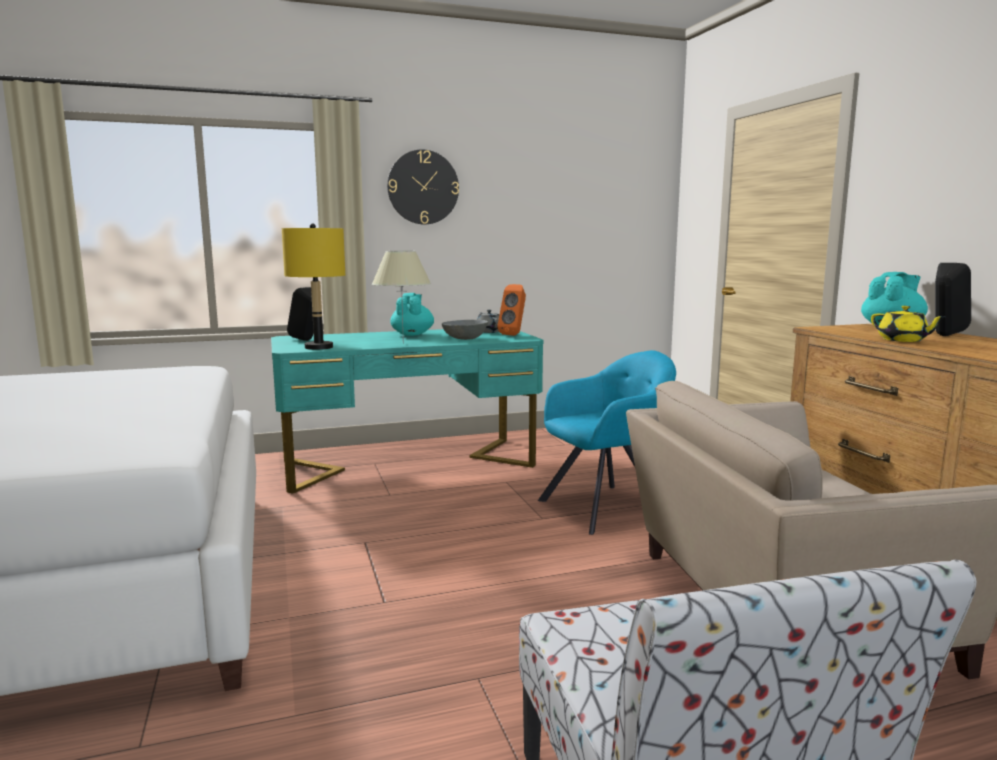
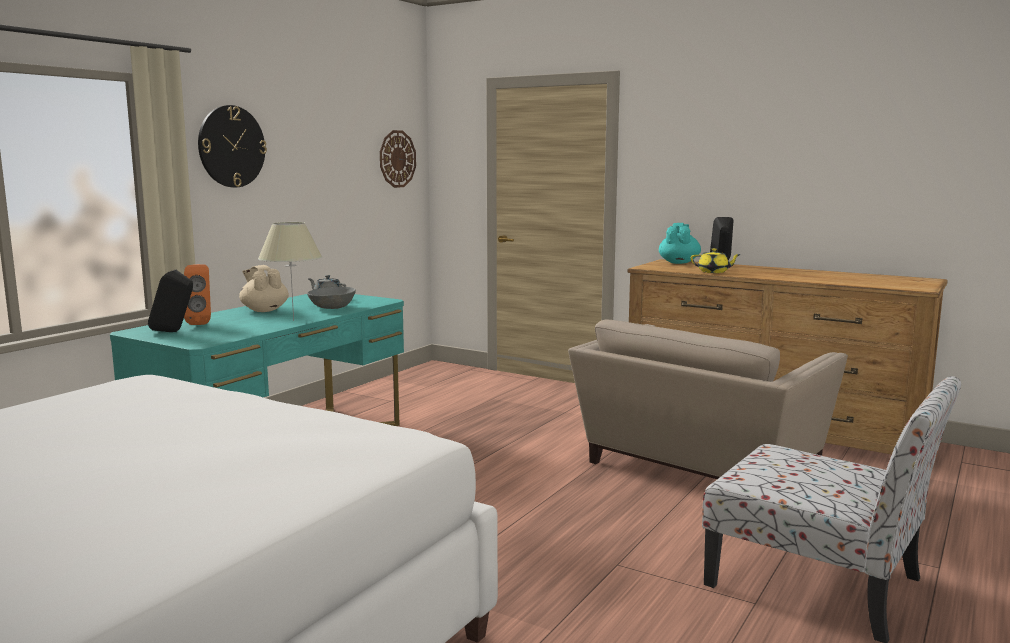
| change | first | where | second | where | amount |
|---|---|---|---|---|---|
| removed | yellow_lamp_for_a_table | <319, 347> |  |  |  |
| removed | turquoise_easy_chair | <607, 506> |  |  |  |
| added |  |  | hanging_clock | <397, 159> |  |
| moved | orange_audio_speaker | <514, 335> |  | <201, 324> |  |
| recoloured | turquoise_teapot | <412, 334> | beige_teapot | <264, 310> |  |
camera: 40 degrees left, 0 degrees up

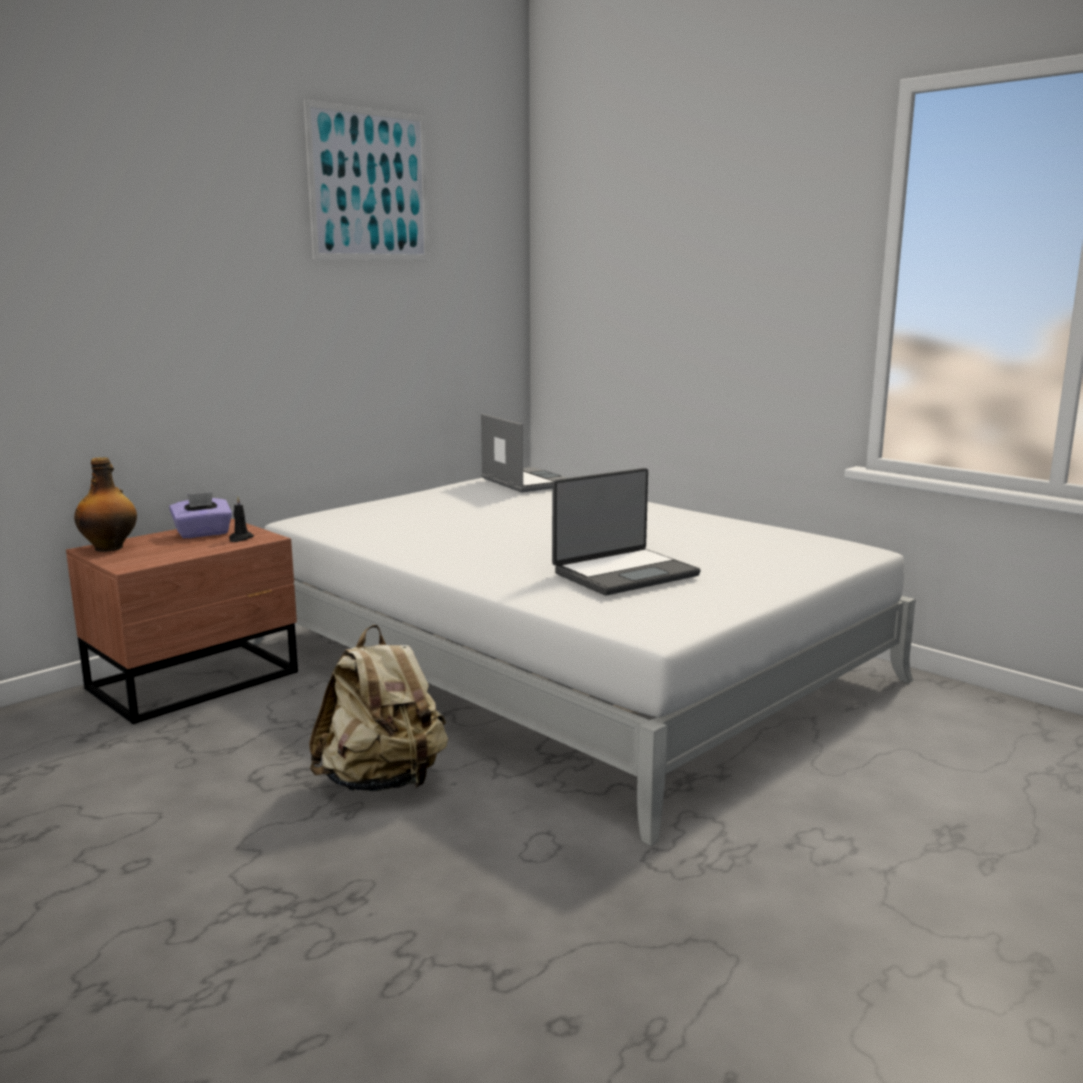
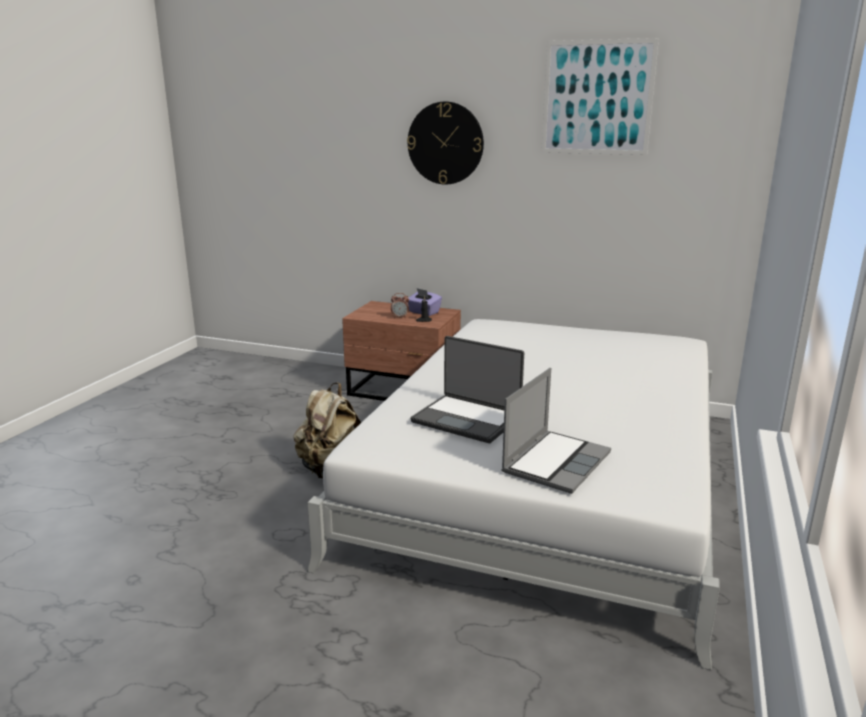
| change | first | where | second | where | amount |
|---|---|---|---|---|---|
| removed | bottle | <110, 548> |  |  |  |
| added |  |  | bedside_clock | <400, 317> |  |
| added |  |  | hanging_clock | <445, 143> |  |
| moved | laptop | <525, 482> |  | <555, 462> |  |
camera: 65 degrees right, 5 degrees up

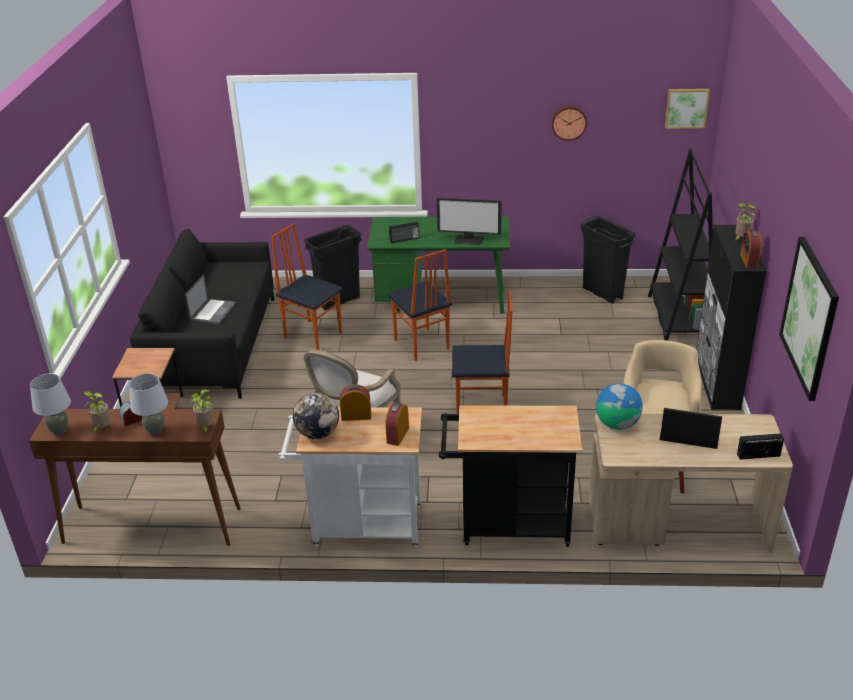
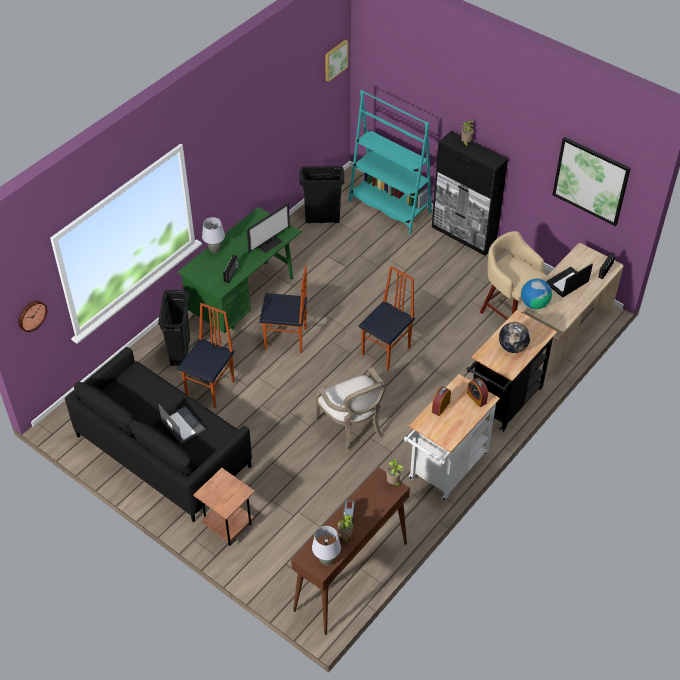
| change | first | where | second | where | amount |
|---|---|---|---|---|---|
| removed | bedside_clock | <748, 260> |  |  |  |
| moved | grey_lamp_for_a_table | <155, 431> |  | <215, 251> |  |
| moved | globe | <318, 433> |  | <512, 347> |  |
| moved | hanging_clock | <569, 122> |  | <31, 315> |  |
| recoloured | blackish_bookshelf | <680, 321> | turquoise_bookshelf | <390, 207> |  |
| turned | plain_chair | <313, 335> |  | <211, 388> | 135 degrees clockwise |
camera: 55 degrees left, 15 degrees up

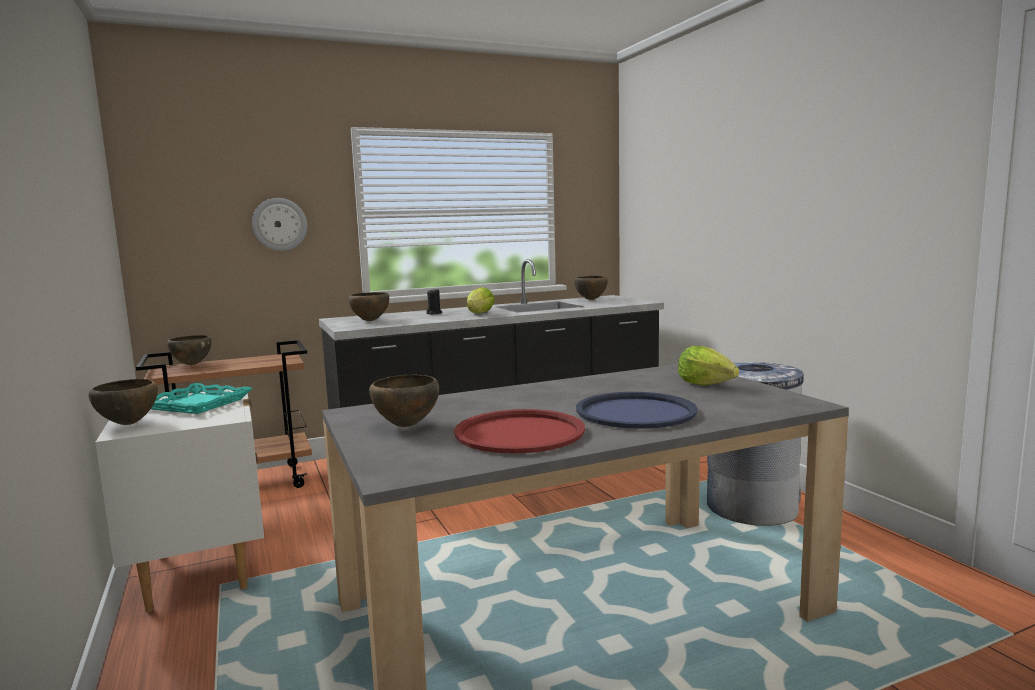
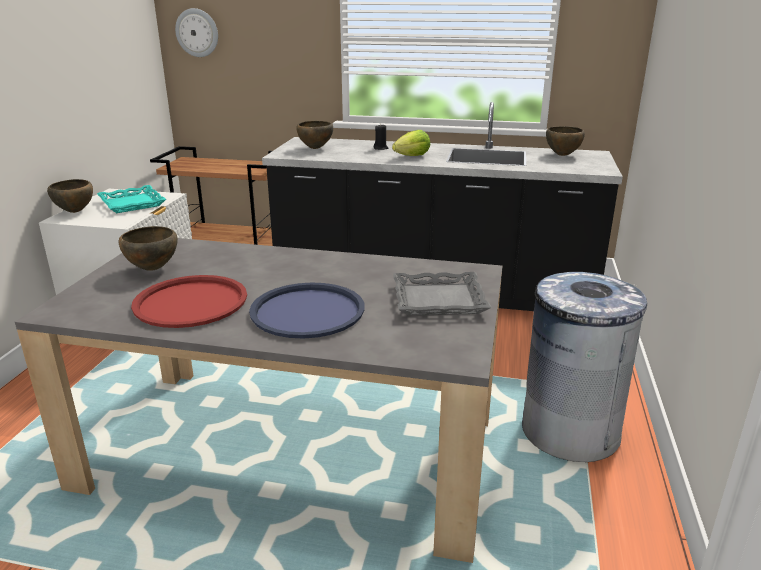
| change | first | where | second | where | amount |
|---|---|---|---|---|---|
| removed | brown-coloured_deep_dish | <191, 364> |  |  |  |
| moved | hanging_clock | <279, 224> |  | <197, 33> |  |
| replaced | lettuce | <705, 384> | grey_serving_tray | <439, 300> |  |
camera: 35 degrees right, 15 degrees up

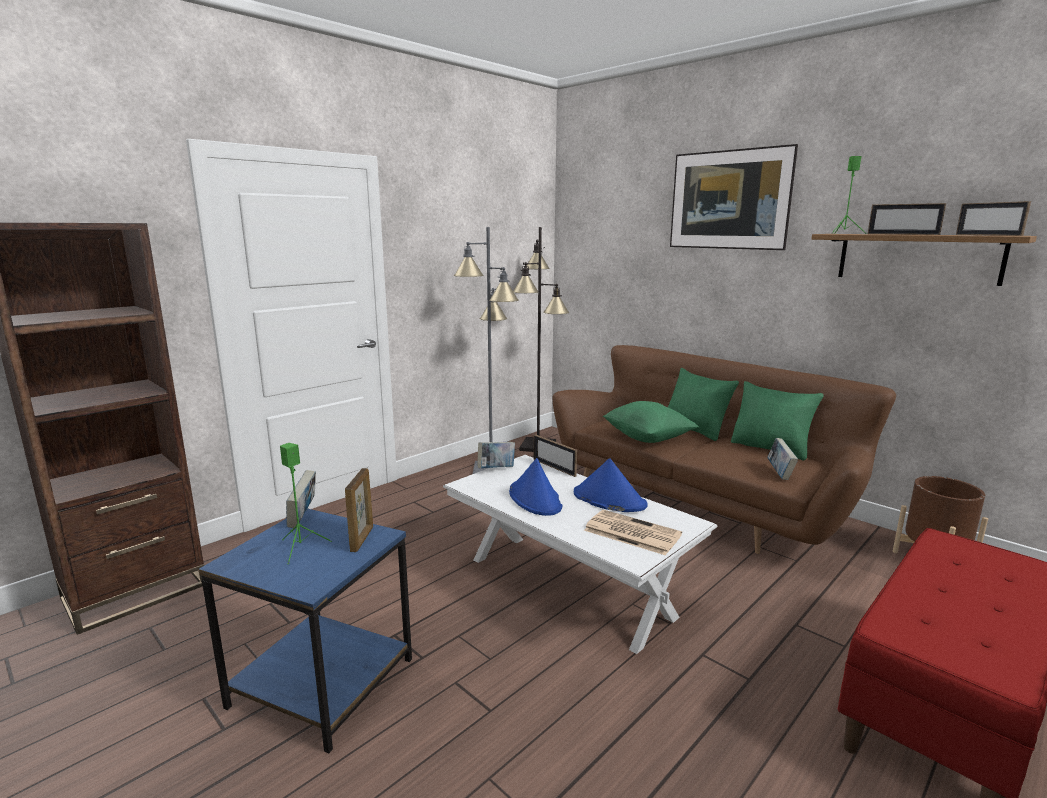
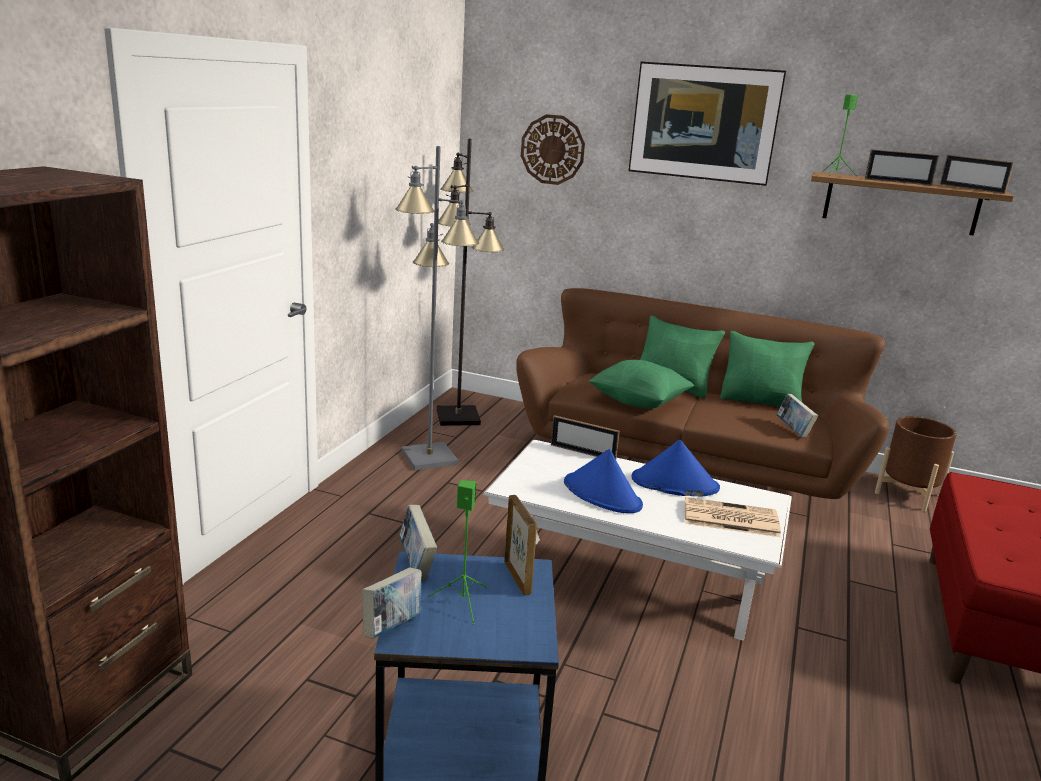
| change | first | where | second | where | amount |
|---|---|---|---|---|---|
| added |  |  | hanging_clock | <552, 149> |  |
| moved | bound_book | <496, 469> |  | <392, 626> |  |
camera: 25 degrees left, 5 degrees up

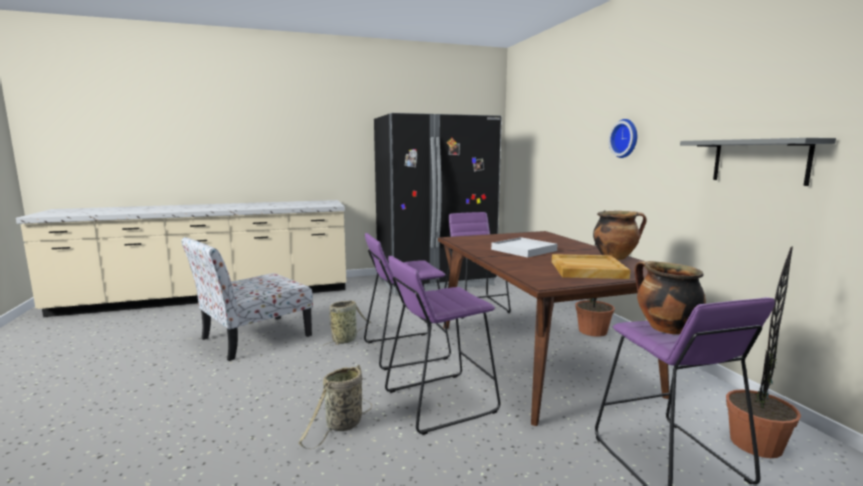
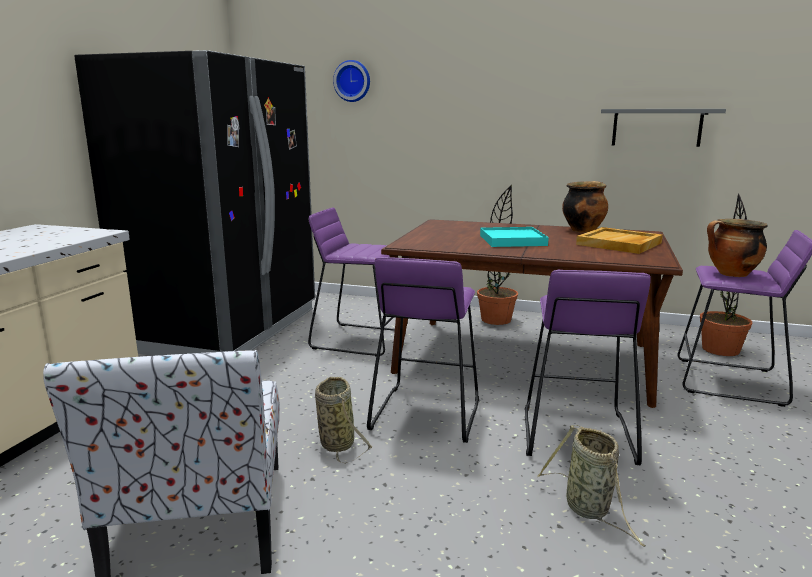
| change | first | where | second | where | amount |
|---|---|---|---|---|---|
| moved | hanging_clock | <625, 138> |  | <352, 81> |  |
| recoloured | white-coloured_serving_tray | <523, 250> | turquoise_serving_tray | <512, 240> |  |
camera: 55 degrees left, 5 degrees up

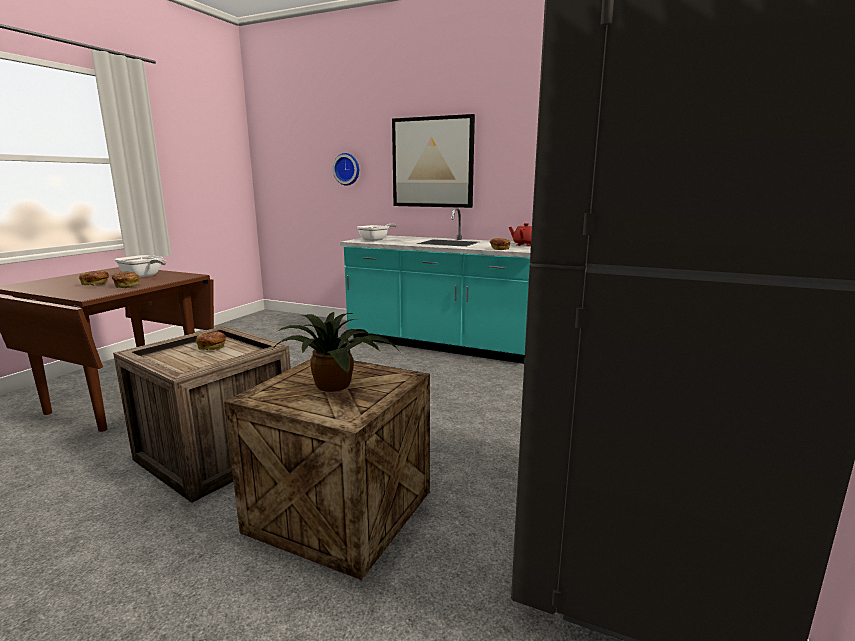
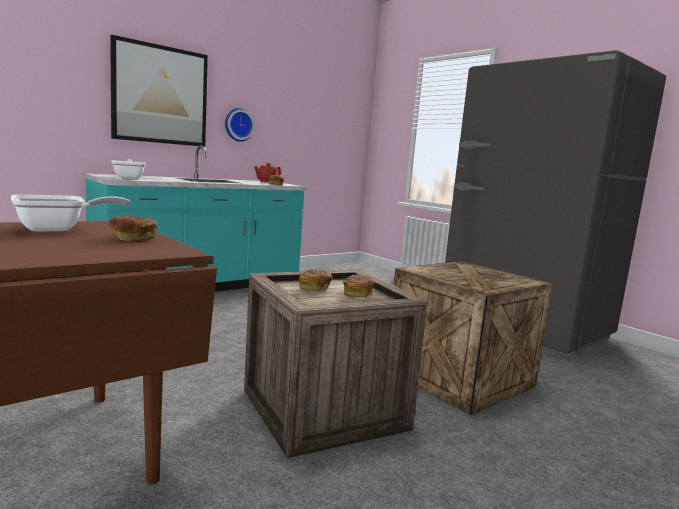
| change | first | where | second | where | amount |
|---|---|---|---|---|---|
| removed | potted_plant | <336, 384> |  |  |  |
| moved | baked_bread | <96, 284> |  | <358, 294> |  |
| moved | hanging_clock | <347, 169> |  | <238, 124> |  |
camera: 65 degrees left, 5 degrees down

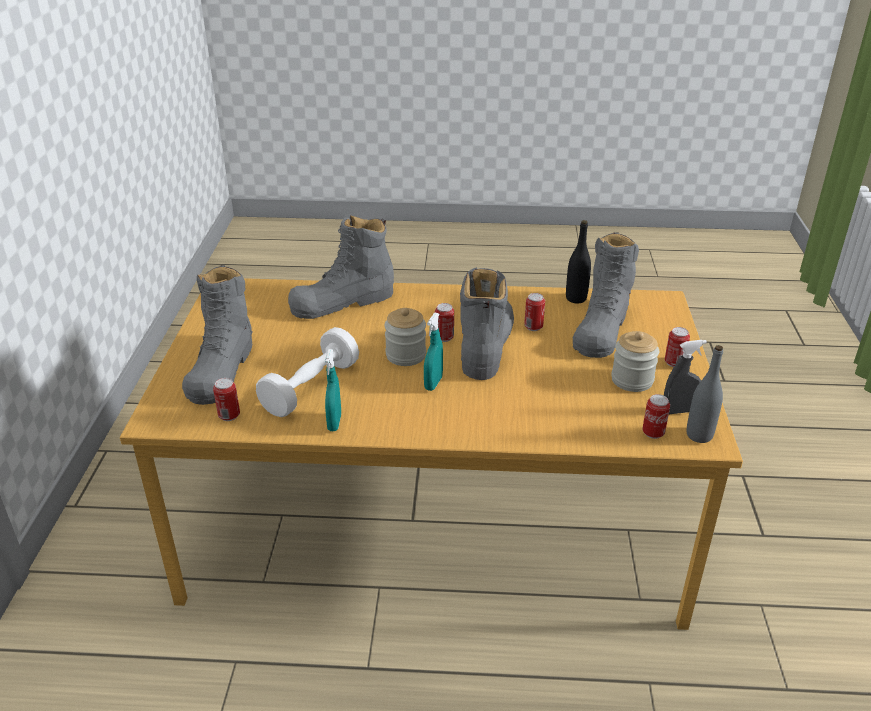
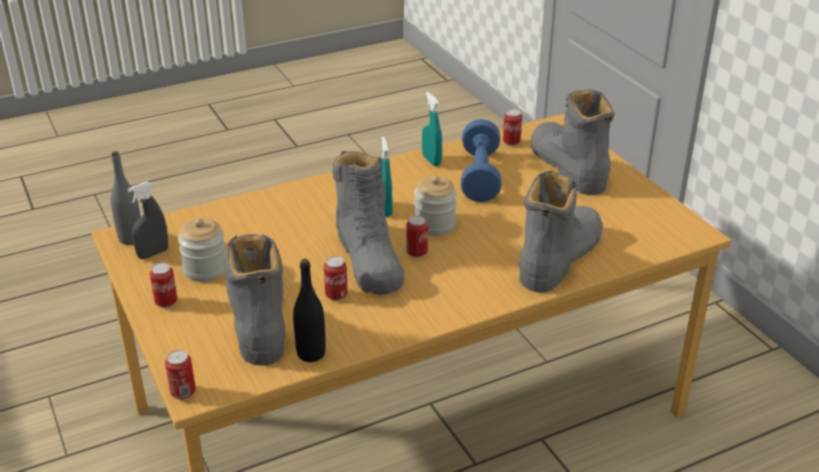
| change | first | where | second | where | amount |
|---|---|---|---|---|---|
| moved | sealed_can | <653, 433> |  | <183, 393> |  |
| recoloured | white-coloured_hand_weight | <310, 388> | blue_hand_weight | <480, 176> |  |
camera: 150 degrees right, 0 degrees up

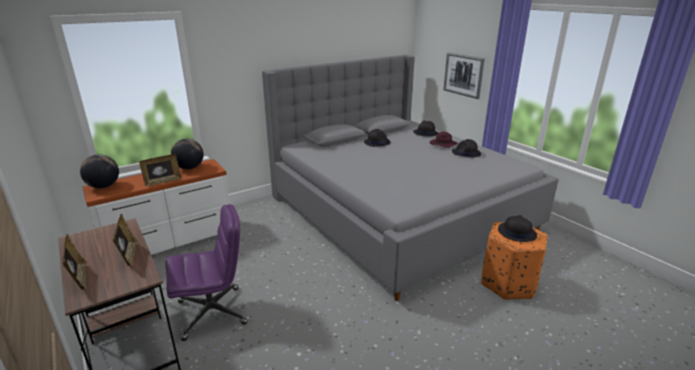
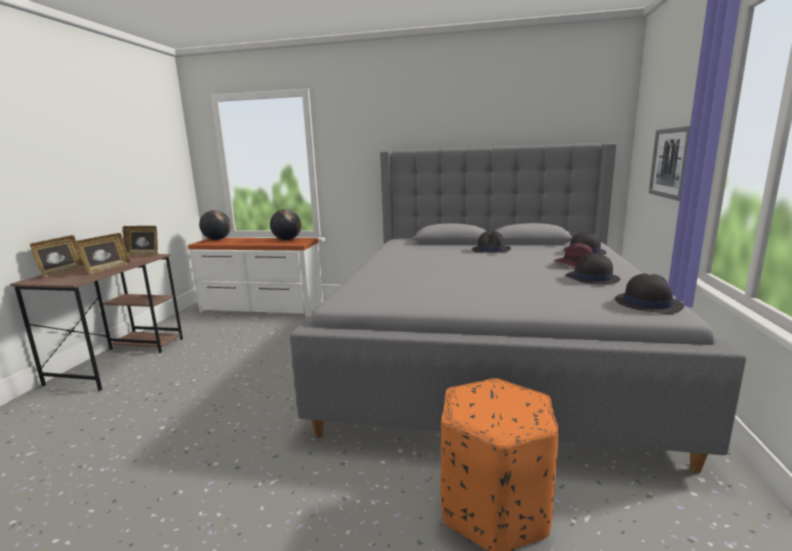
| change | first | where | second | where | amount |
|---|---|---|---|---|---|
| removed | purplish_computer_chair | <213, 312> |  |  |  |
| moved | picture_frame | <163, 181> |  | <143, 254> |  |
| moved | blackish_hat | <516, 232> |  | <647, 303> |  |
camera: 45 degrees right, 10 degrees down

